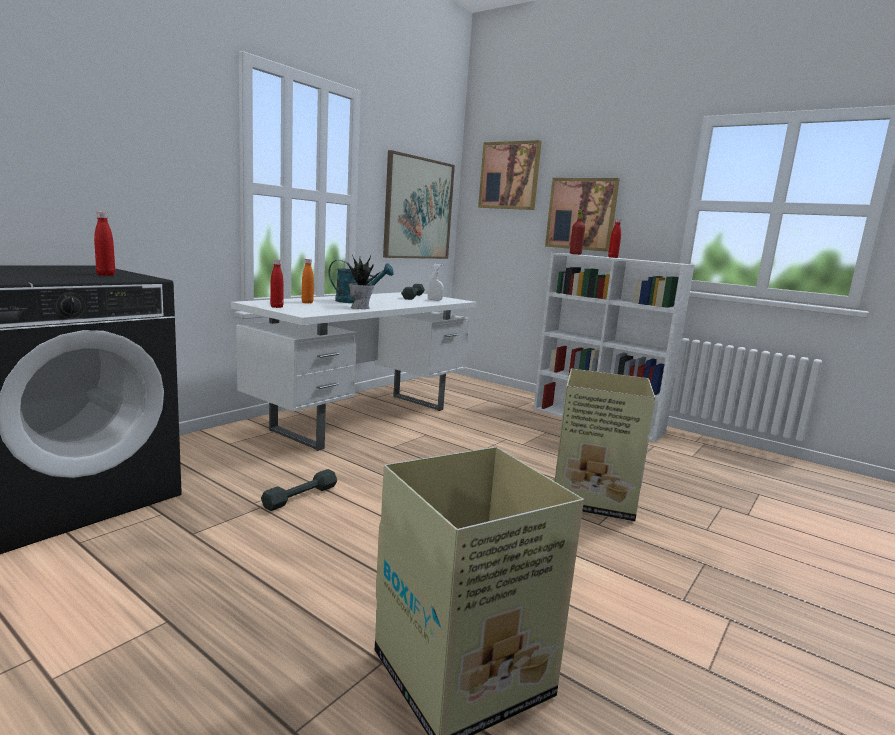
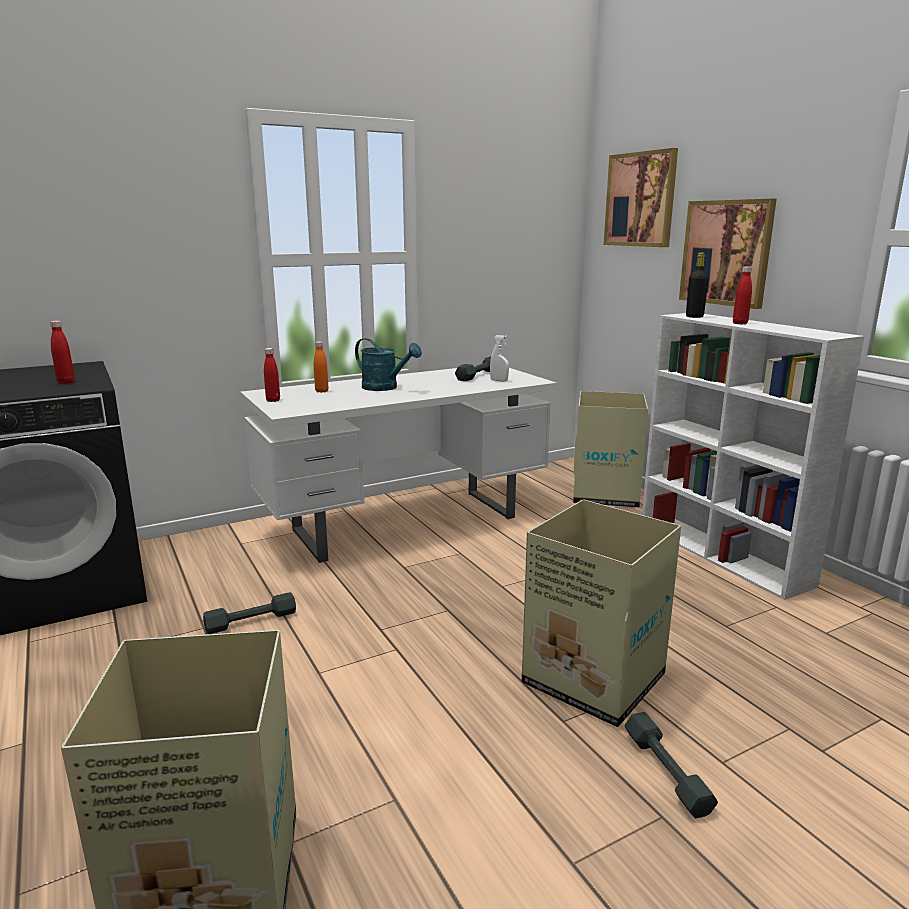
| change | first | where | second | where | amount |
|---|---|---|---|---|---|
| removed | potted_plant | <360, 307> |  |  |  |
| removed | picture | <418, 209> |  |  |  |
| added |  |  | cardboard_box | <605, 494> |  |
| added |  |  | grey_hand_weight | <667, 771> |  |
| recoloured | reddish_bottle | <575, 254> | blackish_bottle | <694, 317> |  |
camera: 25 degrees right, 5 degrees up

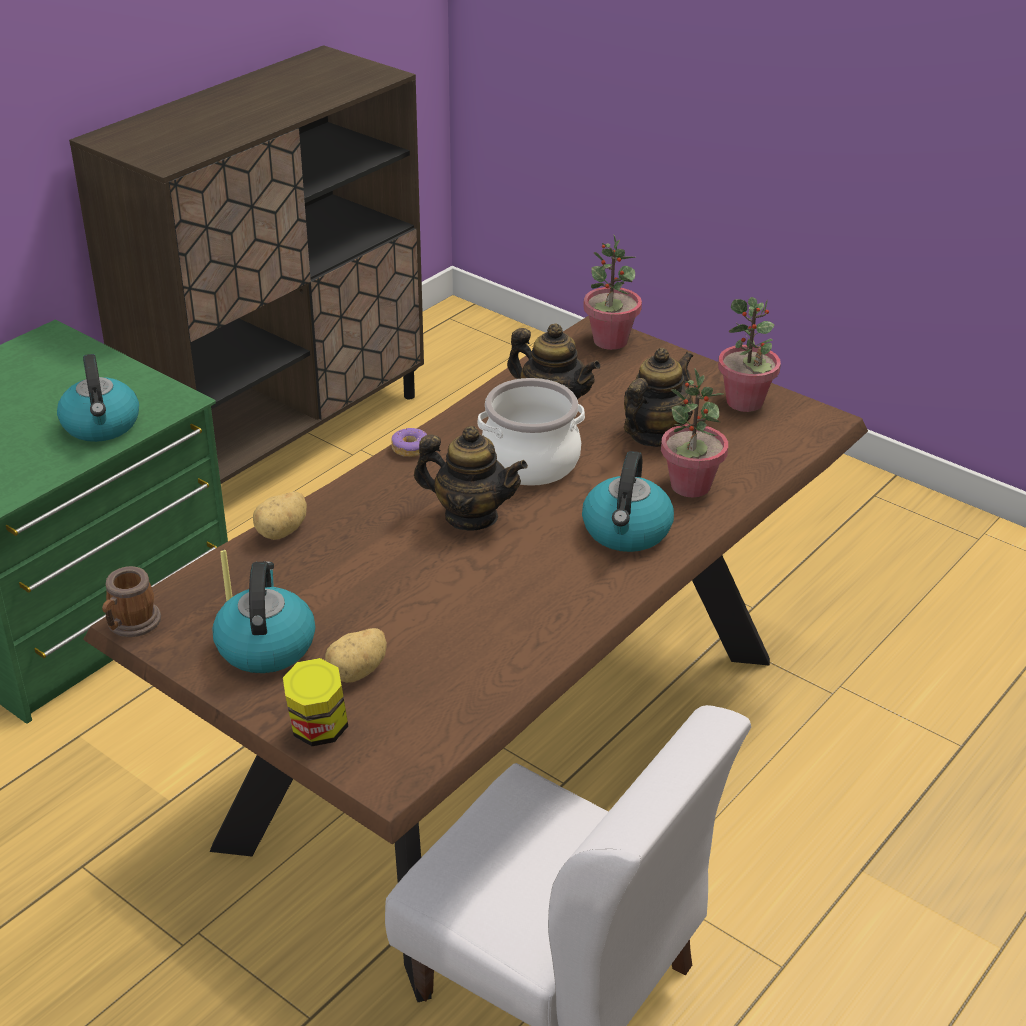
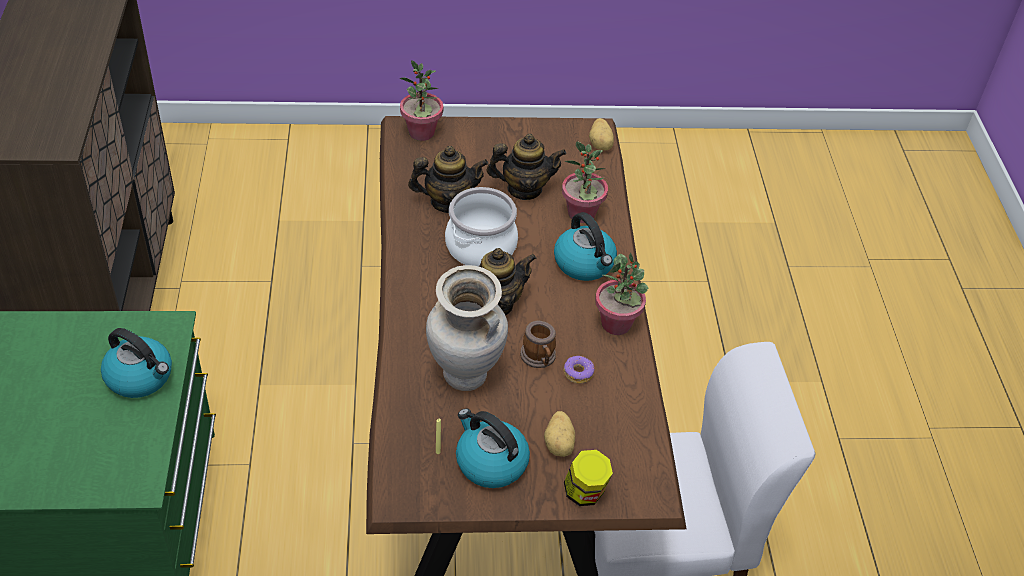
| change | first | where | second | where | amount |
|---|---|---|---|---|---|
| added |  |  | beige_decorative_vase | <464, 377> |  |
| moved | coffee_mug | <130, 625> |  | <539, 358> |  |
| moved | spud | <283, 531> |  | <601, 144> |  |
| moved | ring_doughnut | <410, 448> |  | <578, 373> |  |
| moved | potted_plant | <745, 402> |  | <616, 324> |  |
| turned | teapot | <654, 435> |  | <524, 189> | 90 degrees clockwise |
camera: 45 degrees left, 10 degrees up

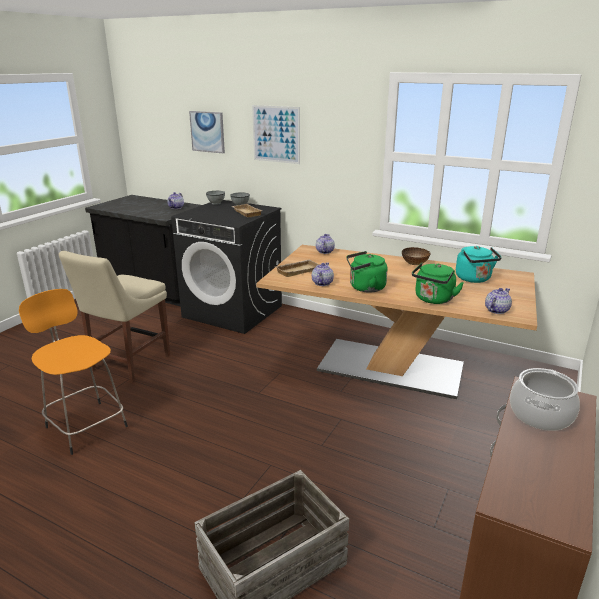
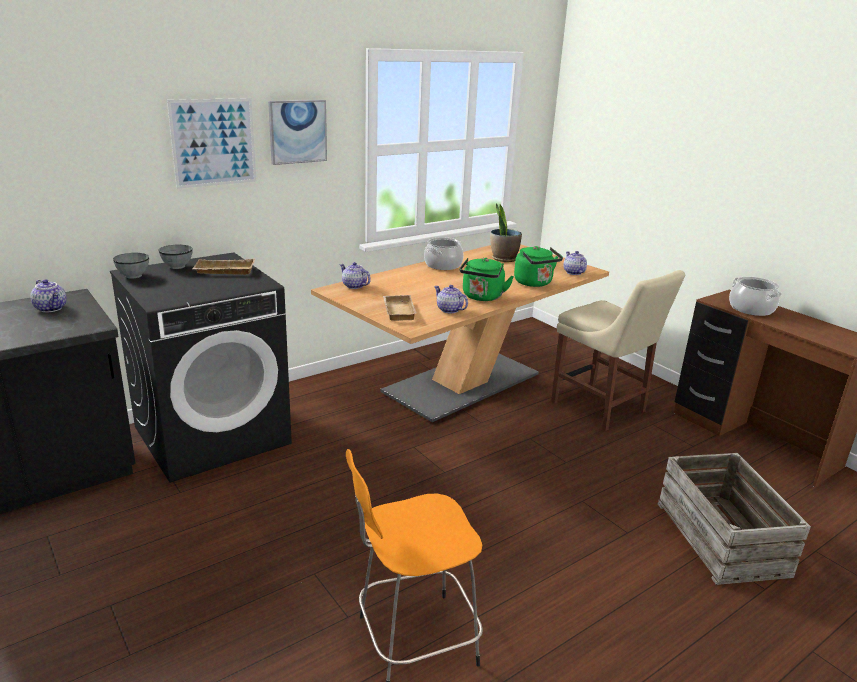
| change | first | where | second | where | amount |
|---|---|---|---|---|---|
| moved | beige_plain_chair | <128, 364> |  | <601, 408> |  |
| moved | picture | <207, 131> |  | <297, 131> |  |
| replaced | deep_dish | <414, 264> | cooking_pot | <443, 265> |  |
| replaced | turquoise_tea_kettle | <474, 279> | potted_plant | <503, 259> |  |
camera: 65 degrees left, 0 degrees up

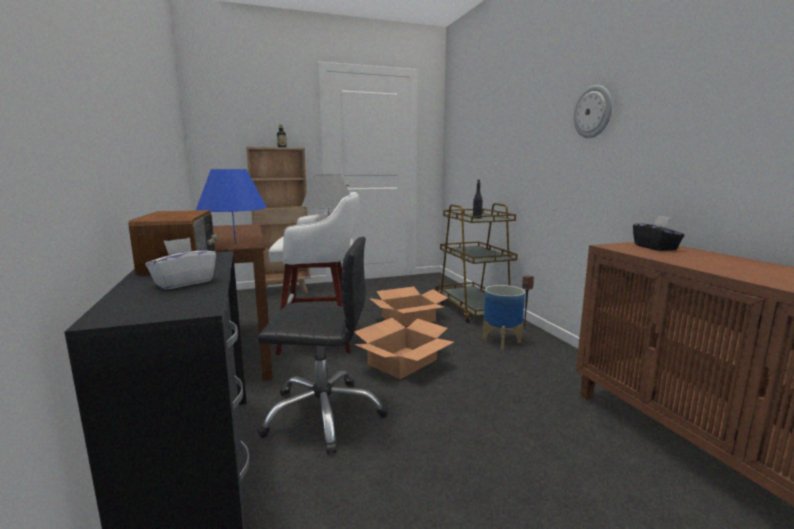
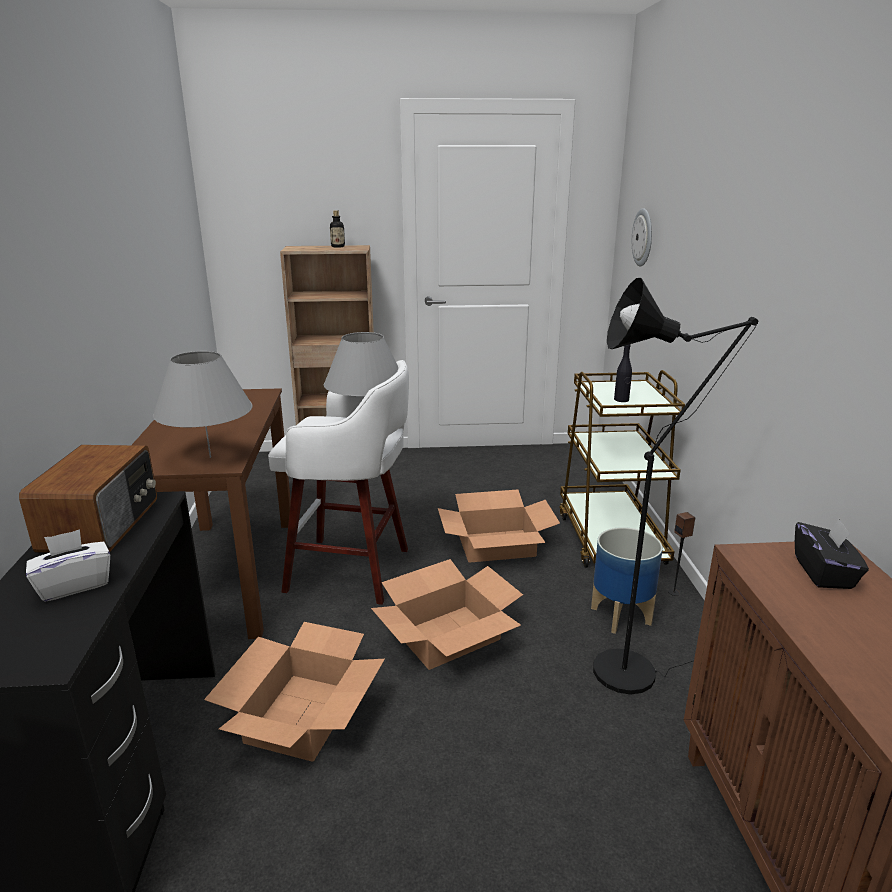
| change | first | where | second | where | amount |
|---|---|---|---|---|---|
| added |  |  | blackish_standard_lamp | <636, 670> |  |
| moved | hanging_clock | <593, 112> |  | <643, 237> |  |
| replaced | blackish_computer_chair | <323, 414> | cardboard_box | <301, 715> |  |
| recoloured | blue_lamp_for_a_table | <235, 244> | grey_lamp_for_a_table | <210, 457> |  |
camera: 15 degrees right, 10 degrees up

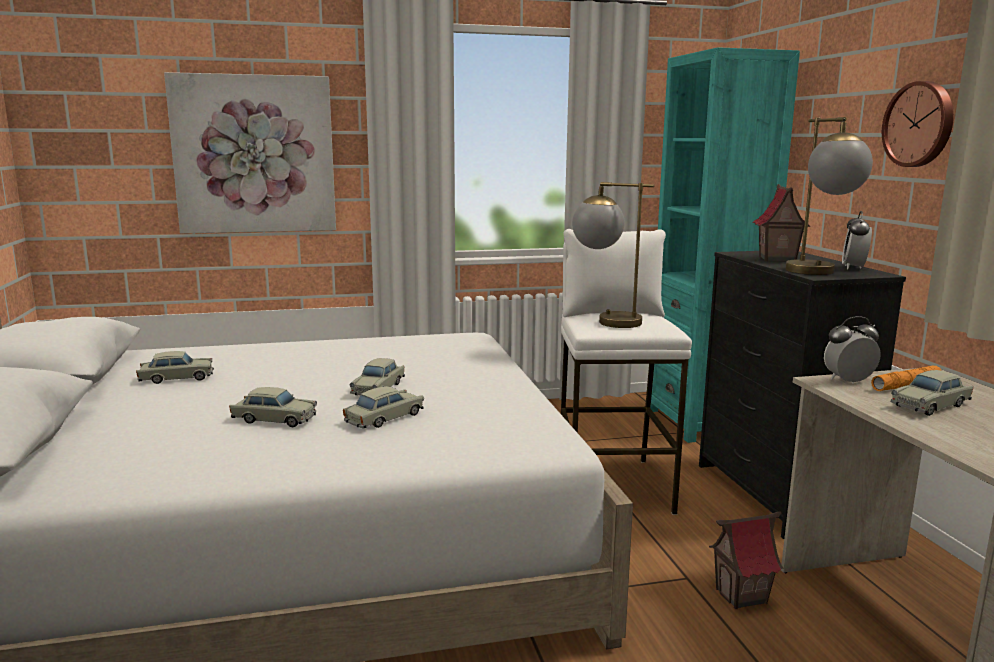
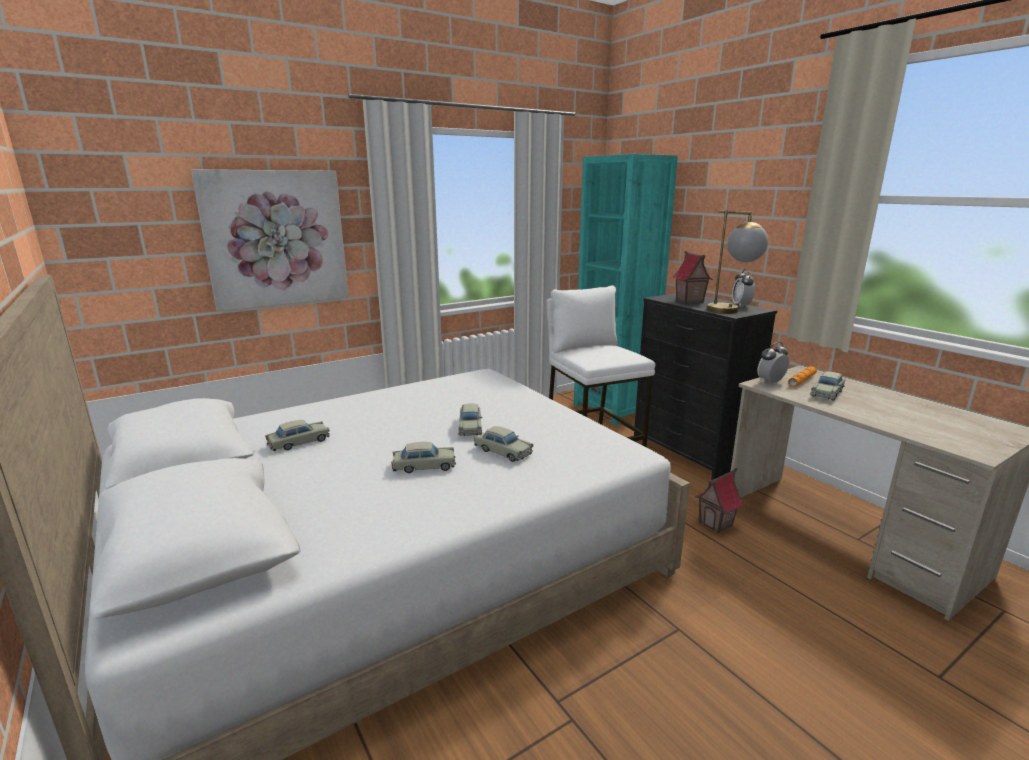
| change | first | where | second | where | amount |
|---|---|---|---|---|---|
| removed | lamp_for_a_table | <605, 321> |  |  |  |
| removed | hanging_clock | <920, 124> |  |  |  |
| turned | beige_model_car | <384, 418> |  | <503, 451> | 105 degrees clockwise |
camera: 20 degrees left, 5 degrees up

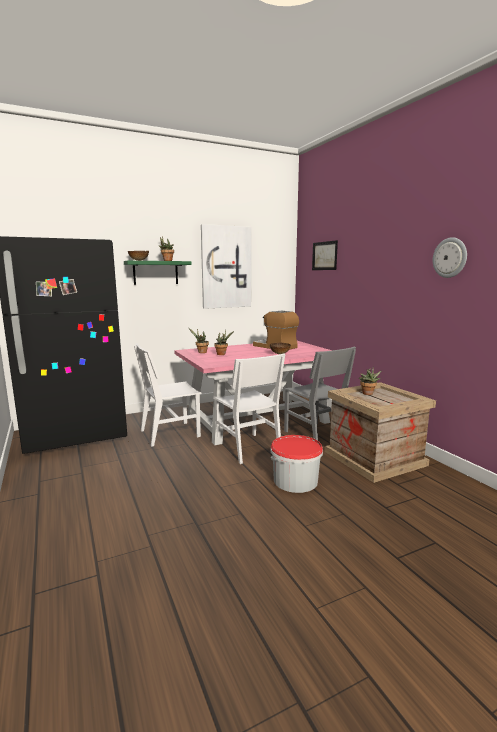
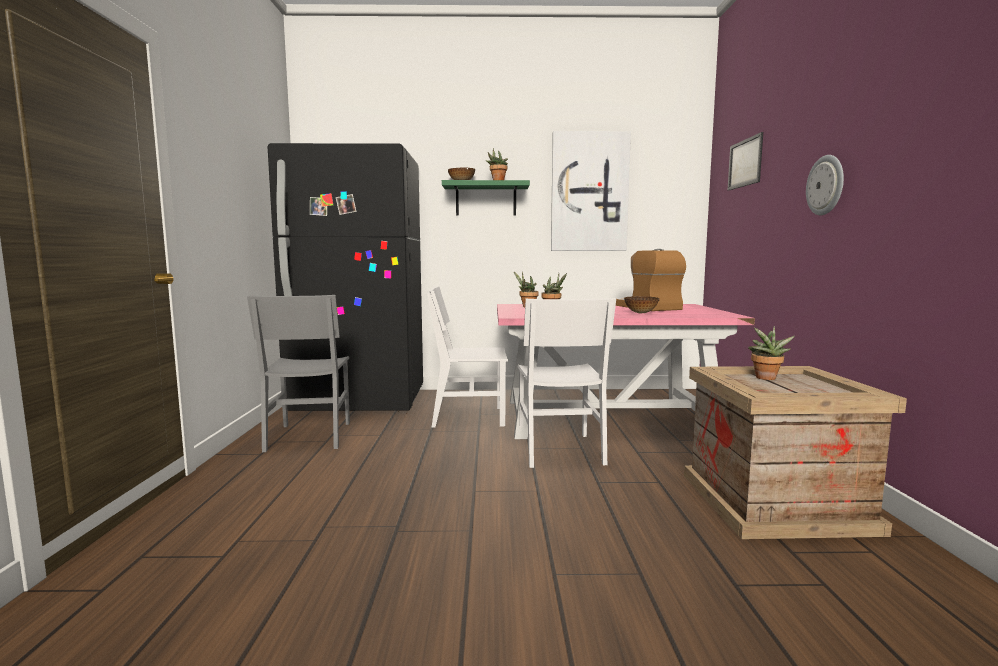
| change | first | where | second | where | amount |
|---|---|---|---|---|---|
| removed | bucket | <295, 481> |  |  |  |
| moved | grey_plain_chair | <315, 434> |  | <309, 436> |  |
| moved | hanging_clock | <450, 257> |  | <826, 185> |  |
camera: 25 degrees right, 5 degrees down

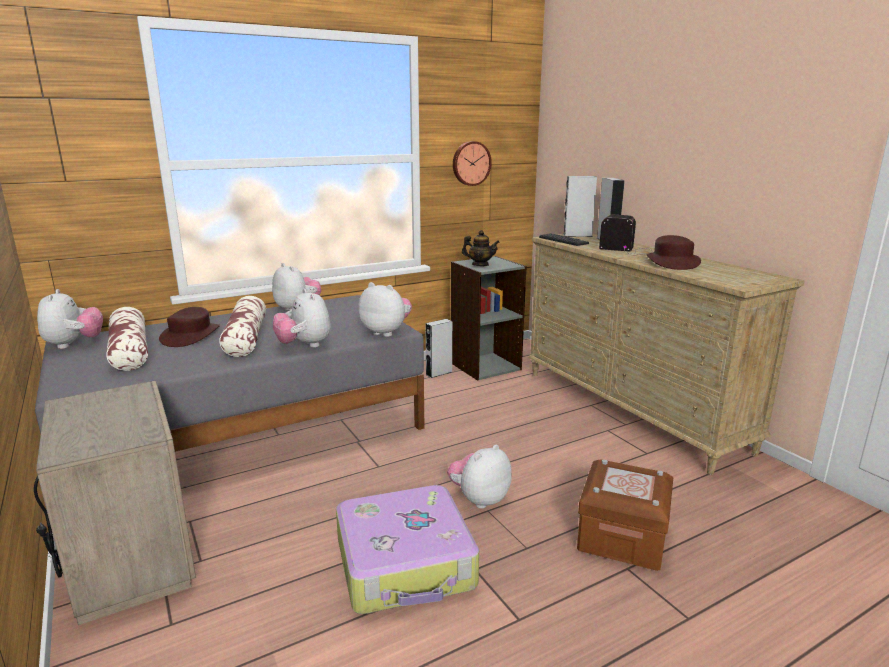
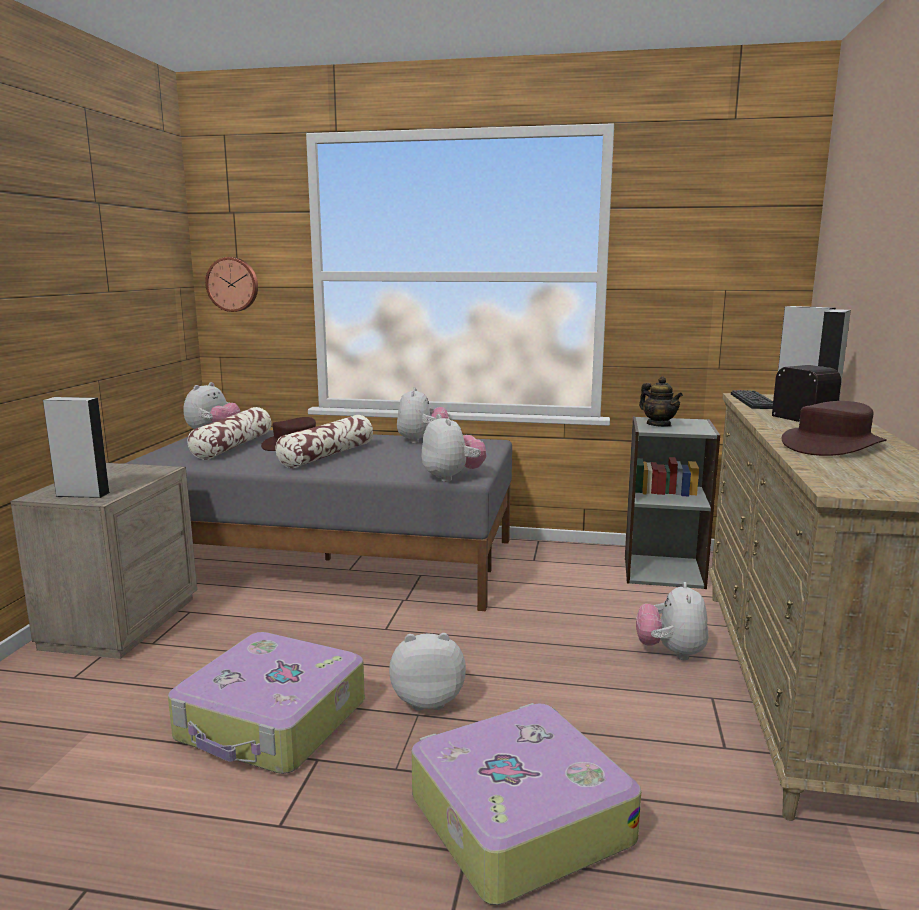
| change | first | where | second | where | amount |
|---|---|---|---|---|---|
| moved | plush_toy | <304, 345> |  | <671, 652> |  |
| moved | grey_audio_speaker | <439, 373> |  | <82, 494> |  |
| moved | hanging_clock | <470, 163> |  | <233, 284> |  |
| replaced | brown-coloured_storage_container | <622, 537> | travel_case | <517, 818> |  |
camera: 40 degrees right, 5 degrees down

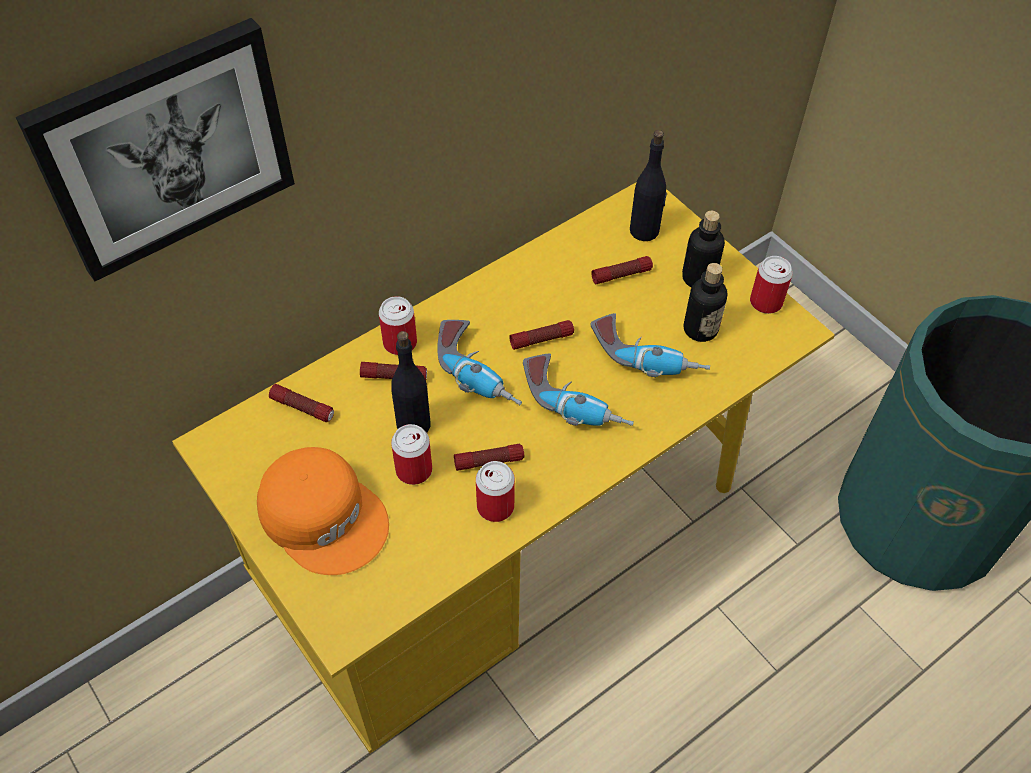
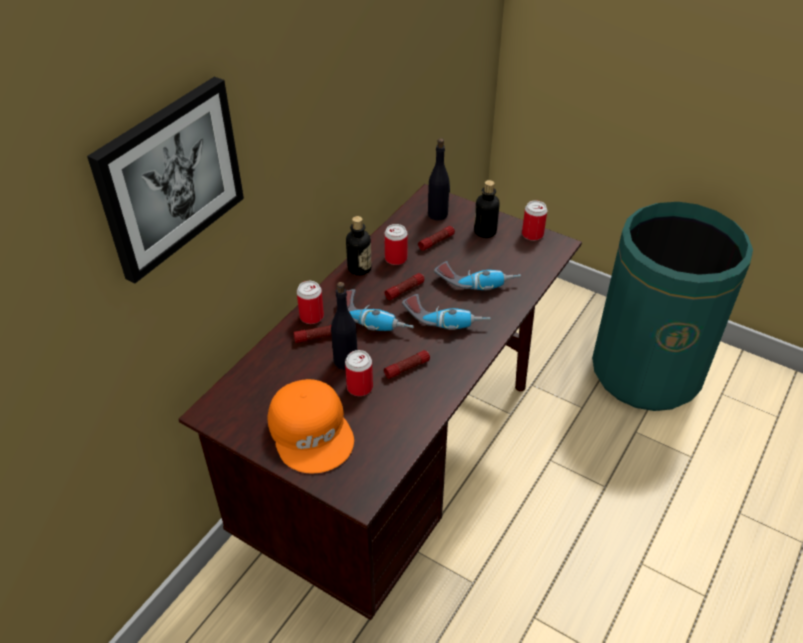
| change | first | where | second | where | amount |
|---|---|---|---|---|---|
| removed | flashlight | <303, 408> |  |  |  |
| moved | sealed_can | <495, 506> |  | <396, 258> |  |
| moved | bottle | <700, 329> |  | <359, 268> |  |
| recoloured | yellow_desk | <513, 549> | brown-coloured_desk | <400, 467> |  |
| turned | orange_baseball_cap | <325, 515> |  | <312, 431> | 45 degrees clockwise |
camera: 20 degrees left, 10 degrees down

